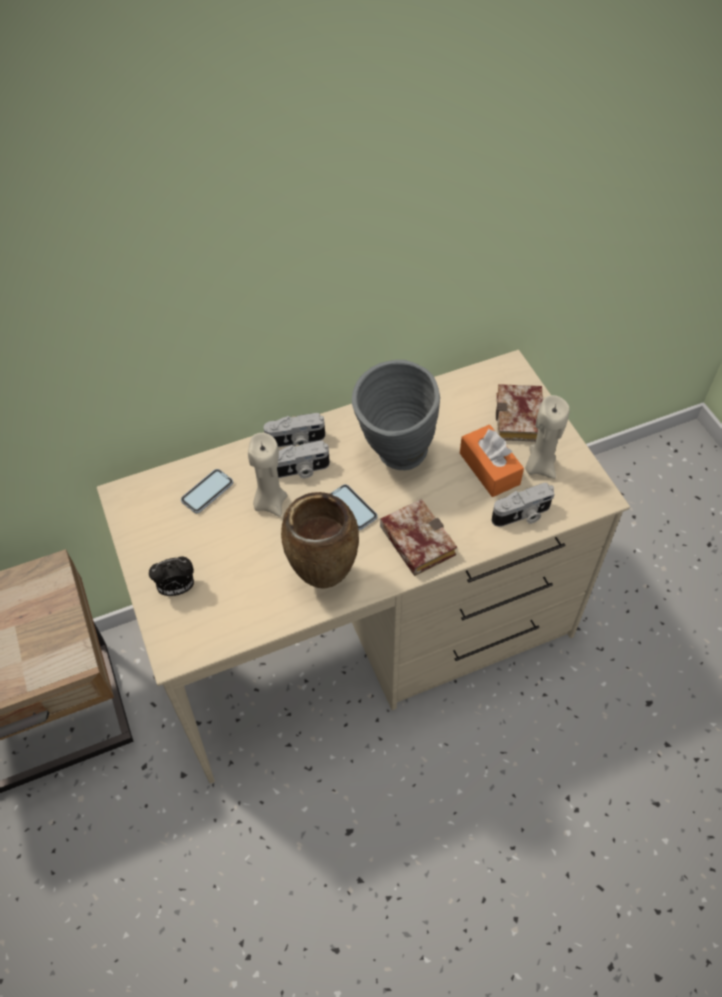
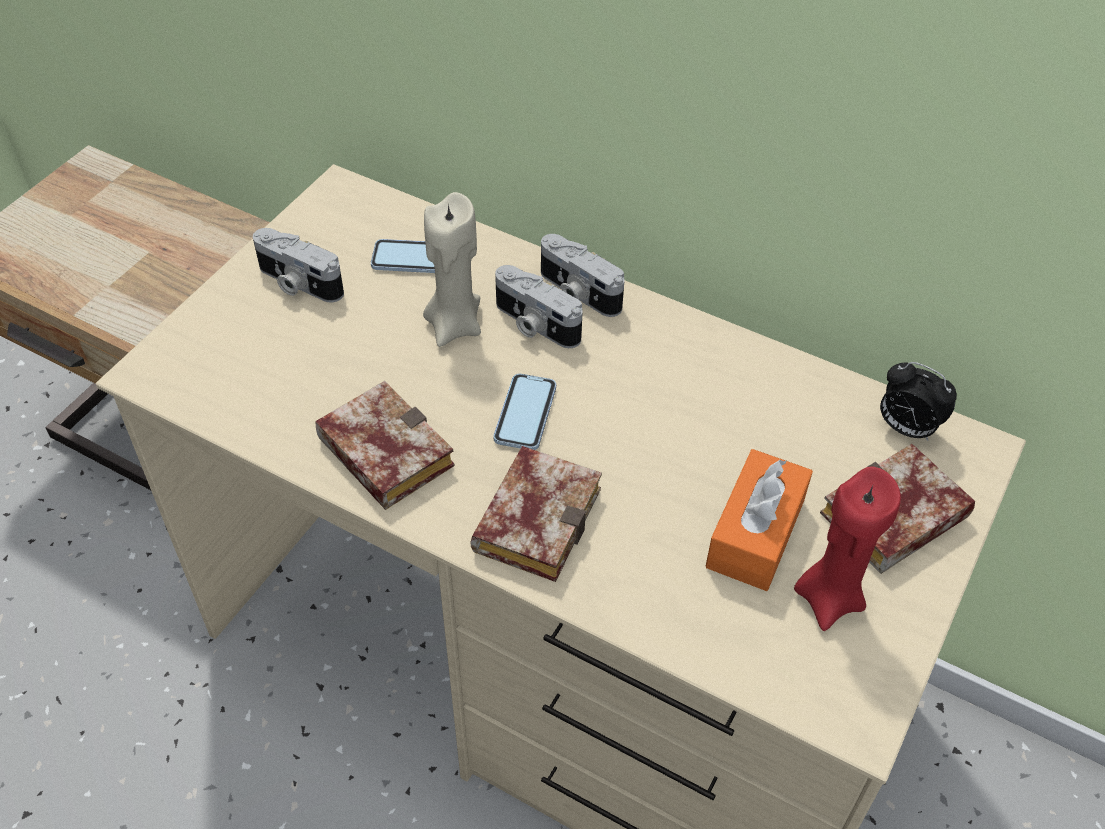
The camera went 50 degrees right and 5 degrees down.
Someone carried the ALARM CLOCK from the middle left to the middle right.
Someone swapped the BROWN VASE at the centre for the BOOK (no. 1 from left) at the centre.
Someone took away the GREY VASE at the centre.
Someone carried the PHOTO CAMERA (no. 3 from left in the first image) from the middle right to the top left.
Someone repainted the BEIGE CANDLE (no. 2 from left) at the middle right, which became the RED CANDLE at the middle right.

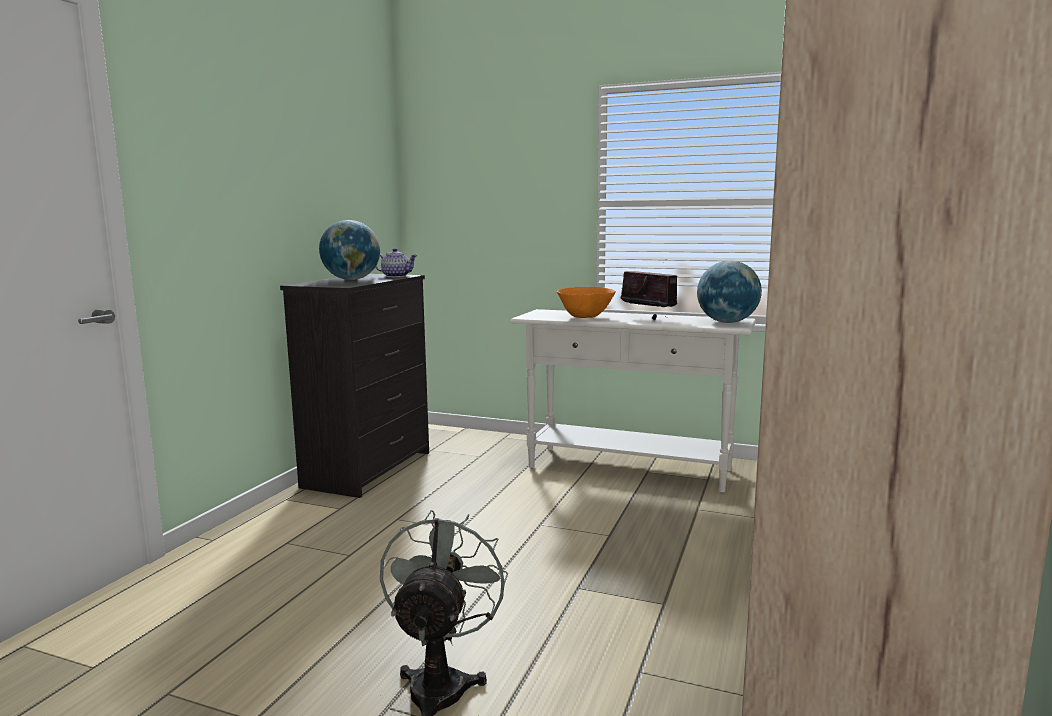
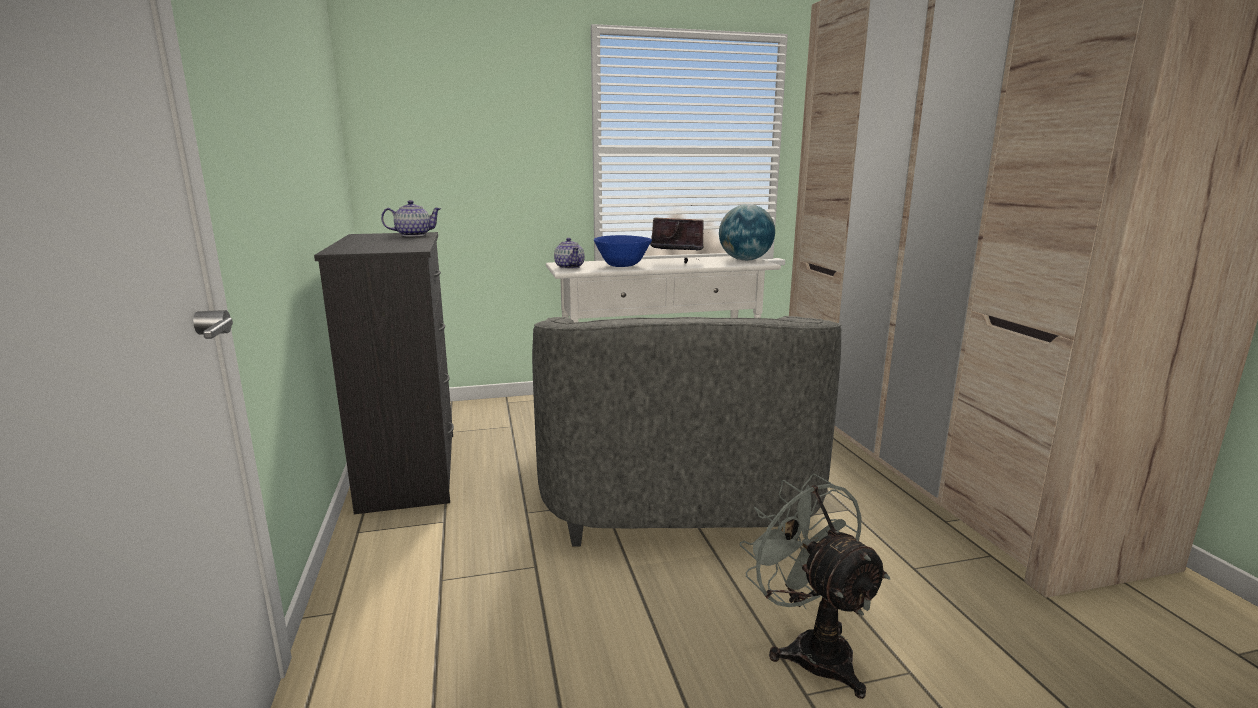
The camera went 35 degrees left and 5 degrees up.
Someone took away the GLOBE (no. 1 from left) at the middle left.
Someone repainted the ORANGE BOWL at the centre, which became the BLUE BOWL at the centre.
Someone put down the GREY ARMCHAIR at the centre.
Someone put down the TEAPOT (no. 2 from left) at the centre.

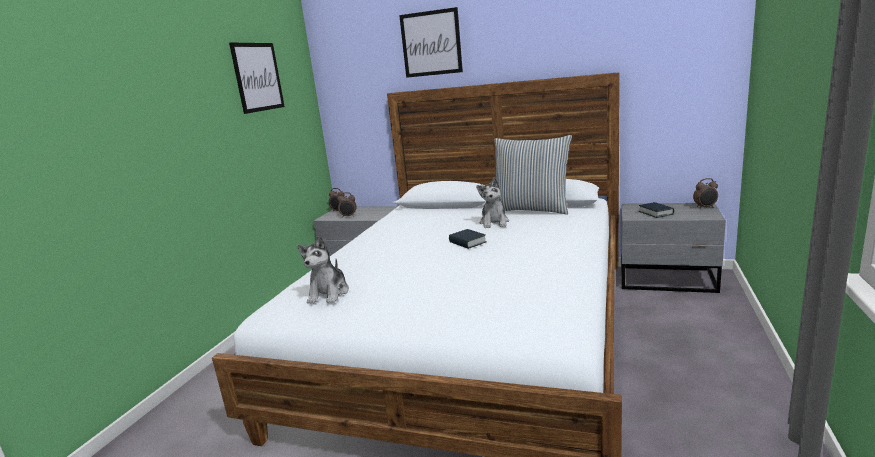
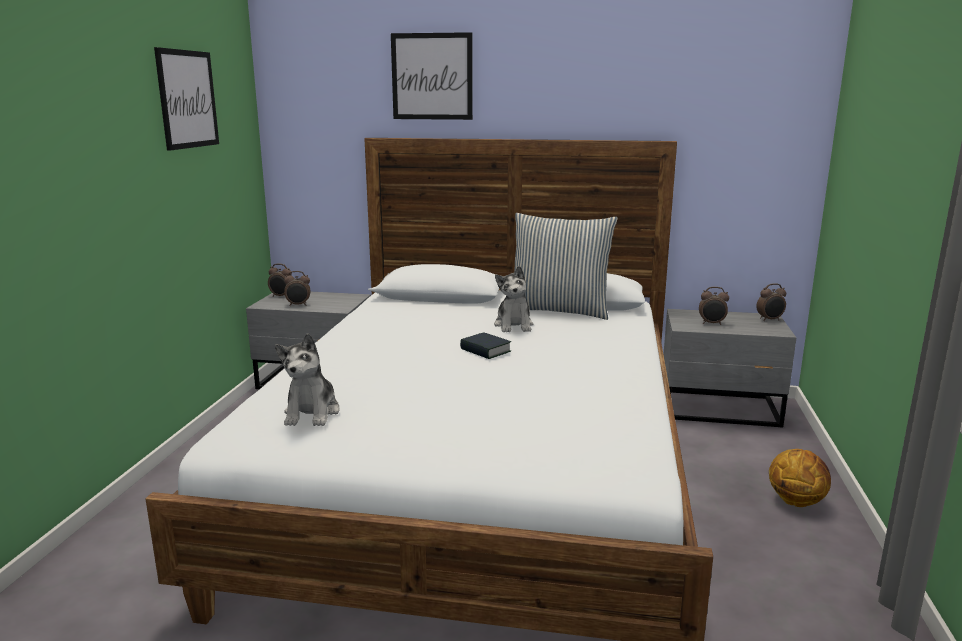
The camera went 10 degrees left and 0 degrees up.
Someone swapped the BOOK (no. 2 from left) at the middle right for the ALARM CLOCK (no. 3 from left) at the middle right.
Someone put down the BASKETBALL at the bottom right.

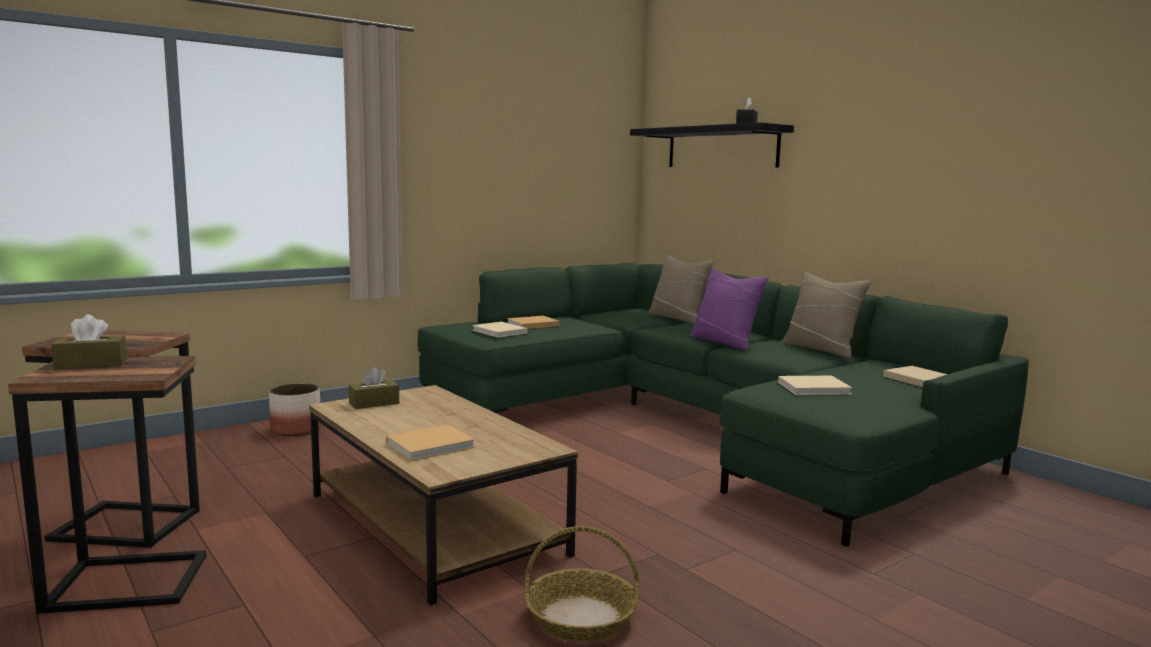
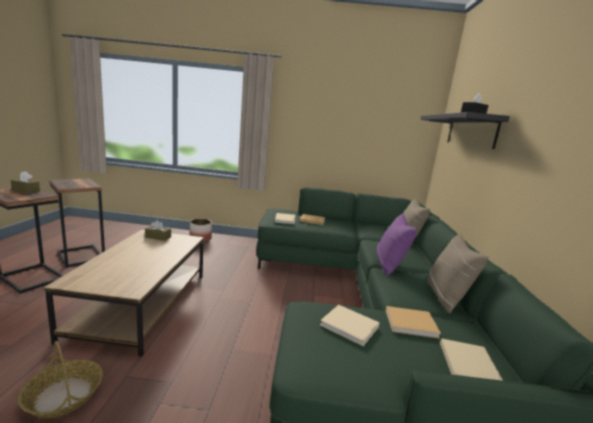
The camera went 40 degrees right and 5 degrees up.
Someone carried the BEIGE BOOK (no. 1 from left in the first image) from the bottom centre to the bottom right.

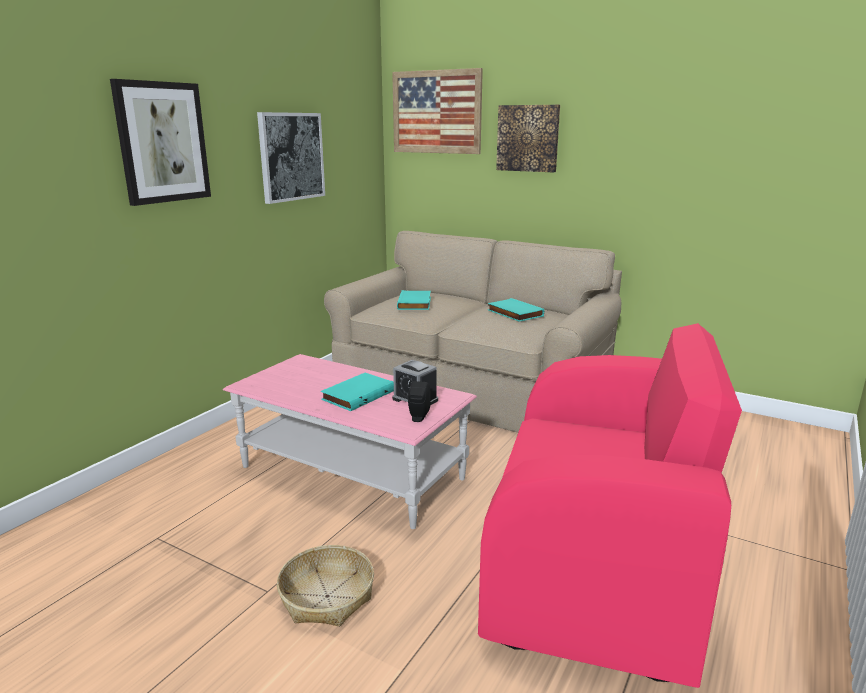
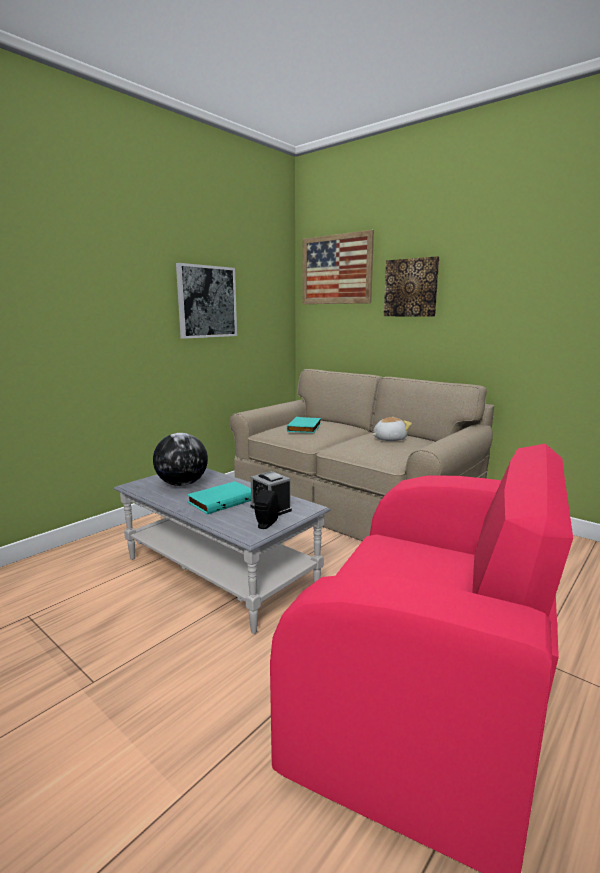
The camera went 10 degrees right and 5 degrees down.
Someone took away the PICTURE (no. 1 from left) at the top left.
Someone repainted the PINK COFFEE TABLE at the centre, which became the GREY COFFEE TABLE at the centre.
Someone took away the BASKET at the bottom centre.
Someone swapped the TURQUOISE BOOK (no. 3 from left) at the centre for the PLUSH TOY at the centre.
Someone put down the GLOBE at the middle left.

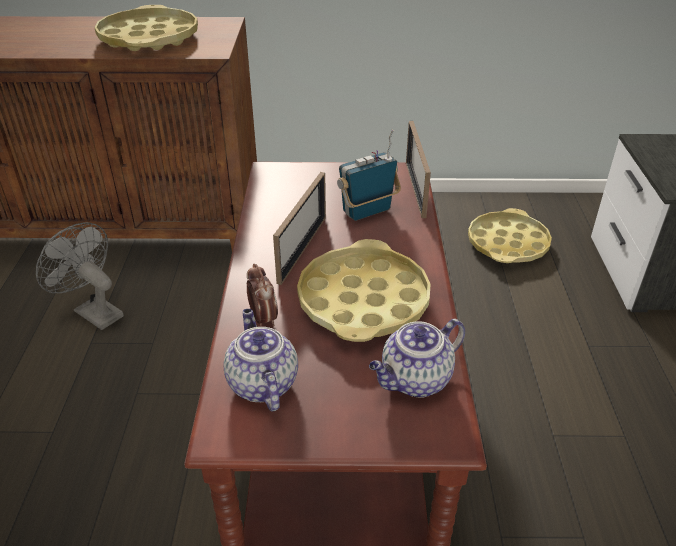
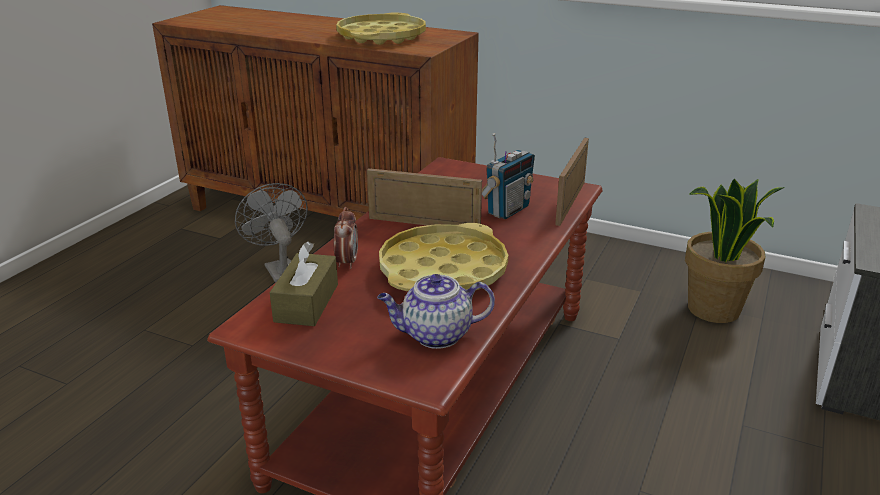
The camera went 25 degrees right and 10 degrees down.
Someone swapped the TEAPOT (no. 1 from left) at the centre for the BROWN TISSUE BOX at the centre.
Someone rotated the PICTURE FRAME (no. 1 from left) at the centre by 120 degrees counterclockwise.
Someone rotated the RADIO at the top centre by 135 degrees clockwise.
Someone swapped the YELLOW TRAY (no. 3 from left) at the middle right for the POTTED PLANT at the middle right.

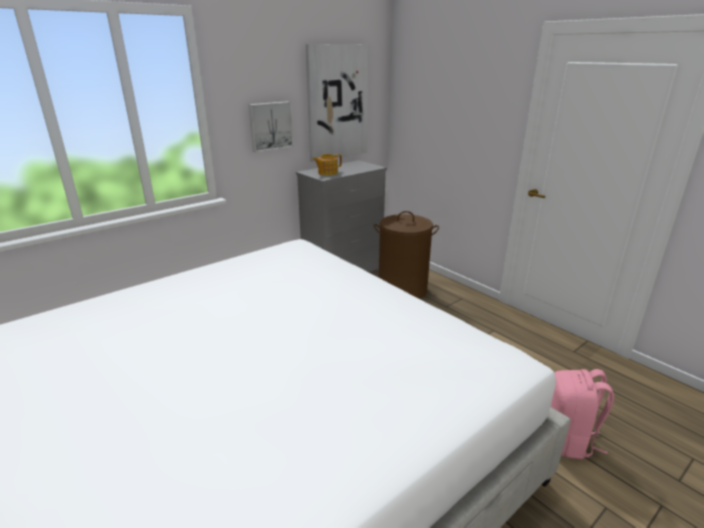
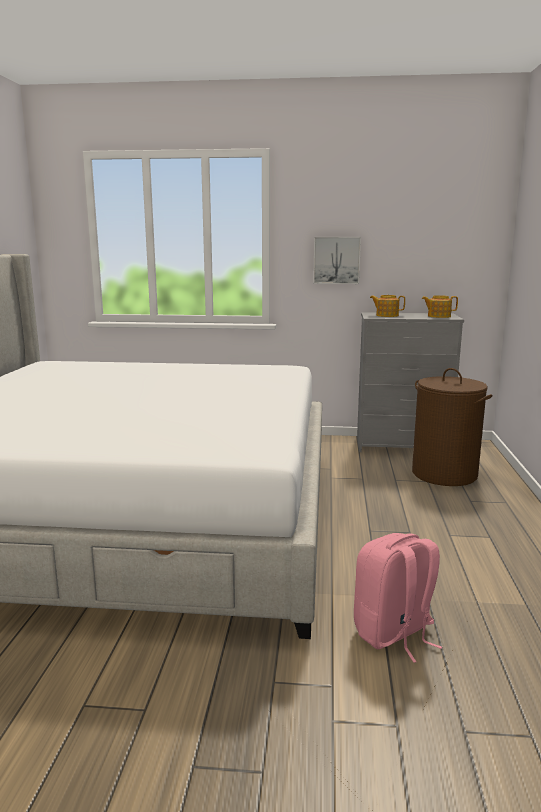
The camera went 45 degrees right and 10 degrees down.
Someone took away the PICTURE (no. 2 from left) at the top centre.
Someone put down the TEAPOT (no. 2 from left) at the middle right.

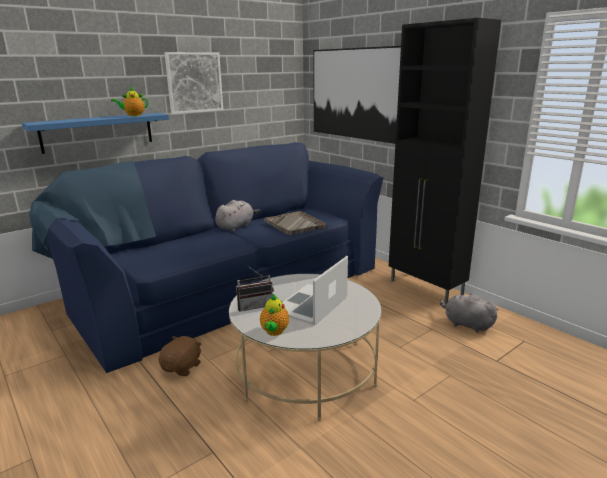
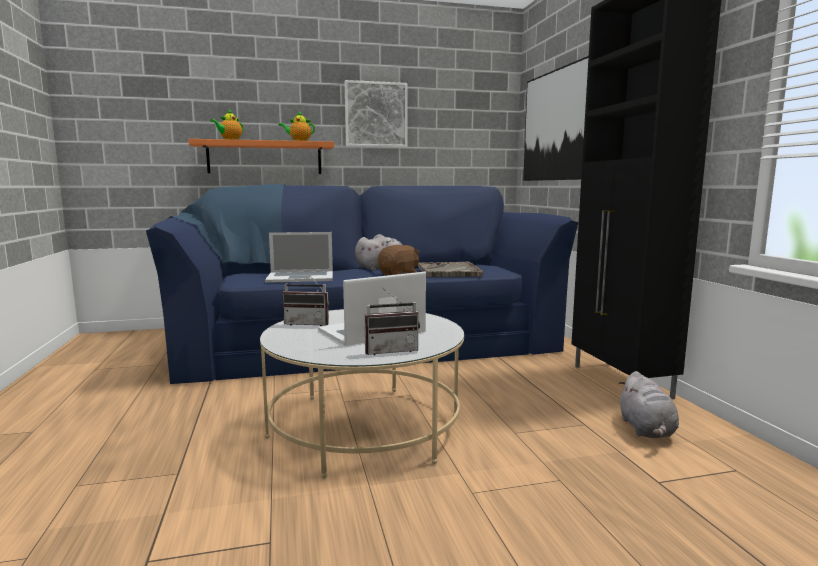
The camera went 25 degrees right and 10 degrees down.
Someone repainted the BLUE SHELF at the top left, which became the ORANGE SHELF at the top left.
Someone carried the BROWN PLUSH TOY from the bottom left to the centre.
Someone carried the TEAPOT (no. 2 from left in the first image) from the centre to the top left.
Someone rotated the GREY PLUSH TOY (no. 2 from left) at the middle right by 150 degrees counterclockwise.
Someone put down the LAPTOP (no. 1 from left) at the centre.
Someone put down the RADIO (no. 2 from left) at the centre.

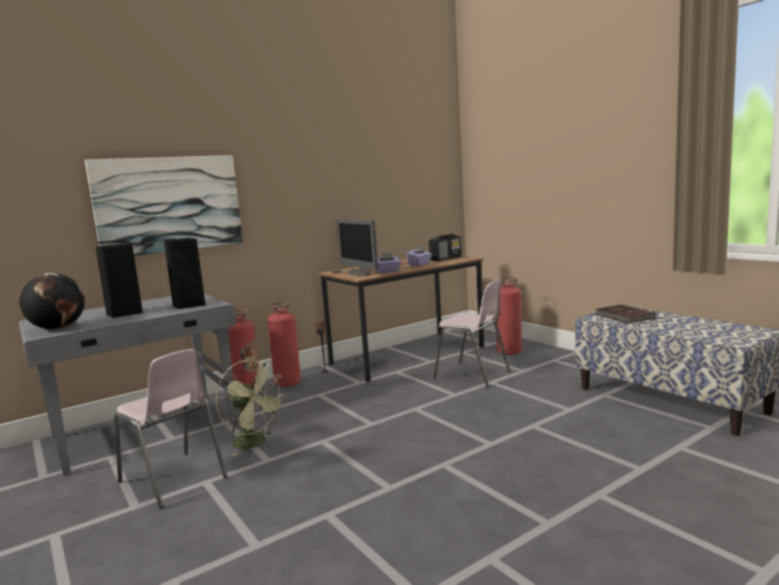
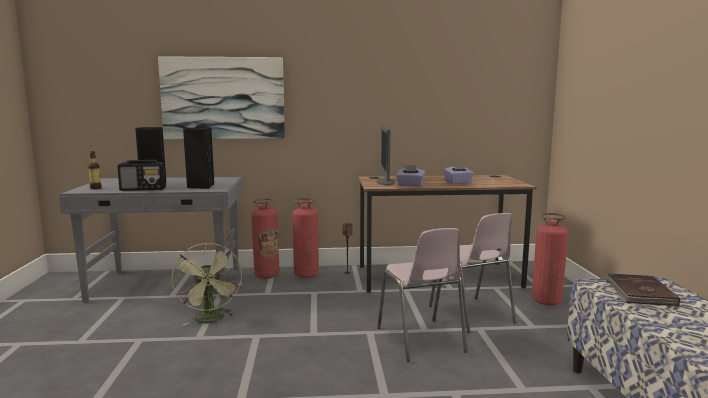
The camera went 30 degrees right and 0 degrees up.
Someone swapped the GLOBE at the middle left for the BOTTLE at the middle left.
Someone carried the PINK CHAIR (no. 1 from left) from the bottom left to the bottom centre.
Someone carried the RADIO from the centre to the middle left.

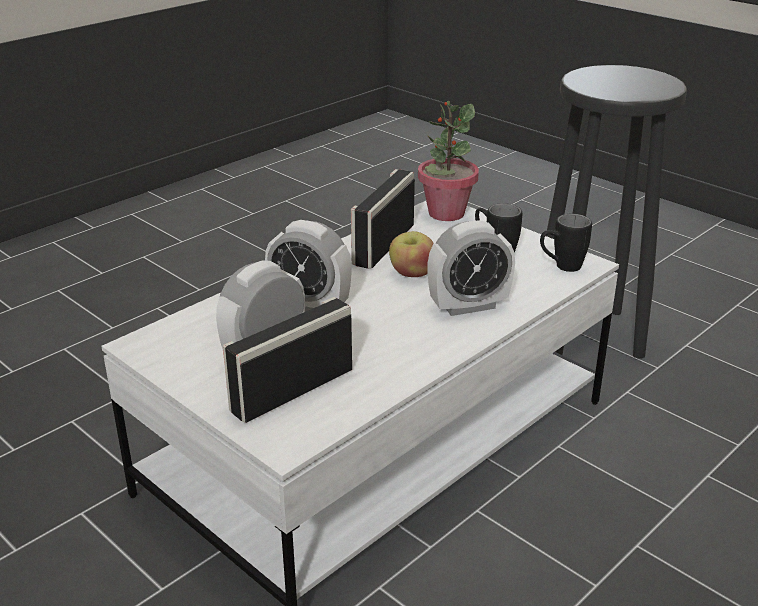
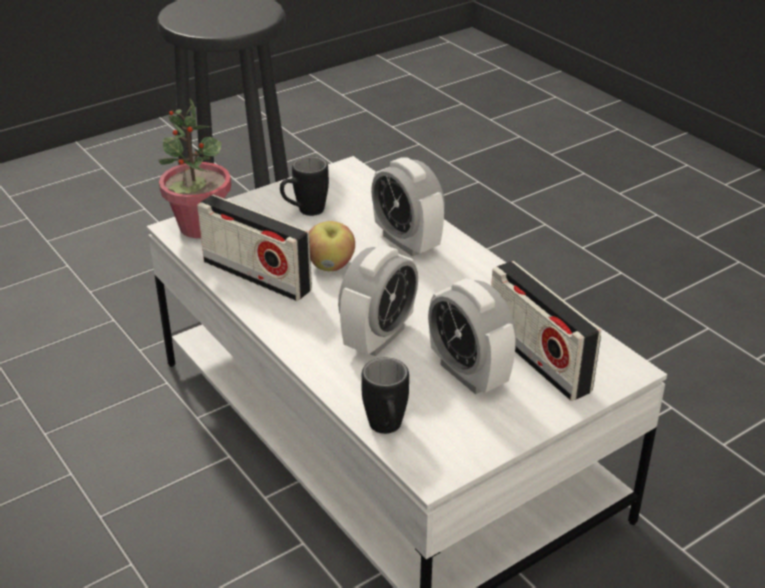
The camera went 80 degrees left and 5 degrees up.
Someone rotated the ALARM CLOCK (no. 3 from left in the first image) at the centre by 150 degrees clockwise.
Someone carried the BLACK MUG (no. 2 from left) from the middle right to the bottom centre.

